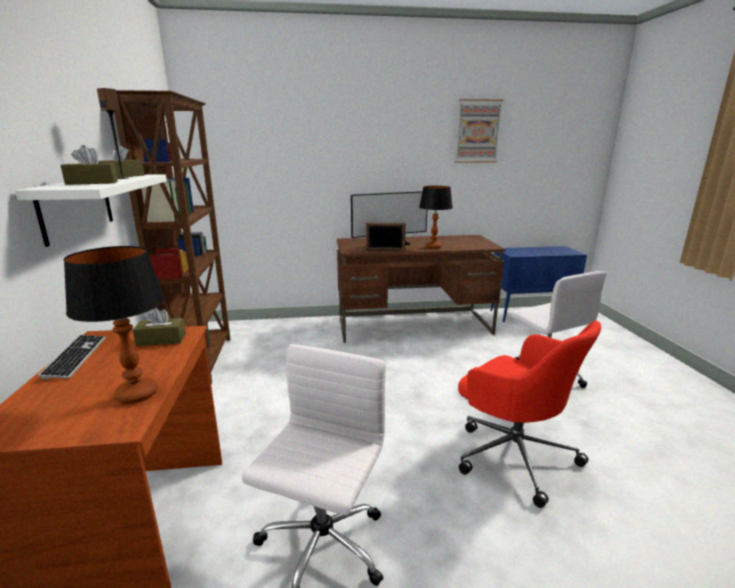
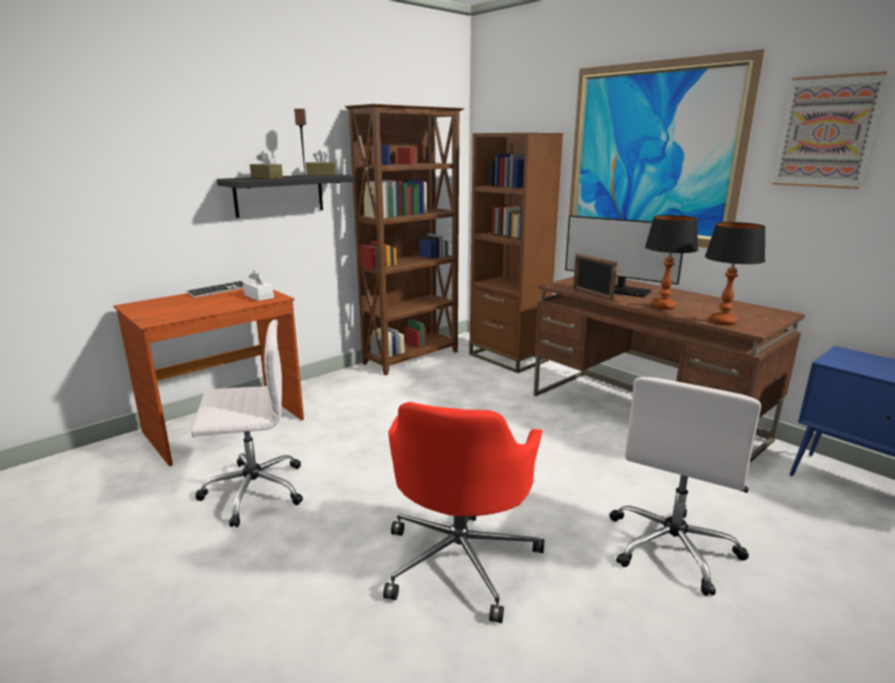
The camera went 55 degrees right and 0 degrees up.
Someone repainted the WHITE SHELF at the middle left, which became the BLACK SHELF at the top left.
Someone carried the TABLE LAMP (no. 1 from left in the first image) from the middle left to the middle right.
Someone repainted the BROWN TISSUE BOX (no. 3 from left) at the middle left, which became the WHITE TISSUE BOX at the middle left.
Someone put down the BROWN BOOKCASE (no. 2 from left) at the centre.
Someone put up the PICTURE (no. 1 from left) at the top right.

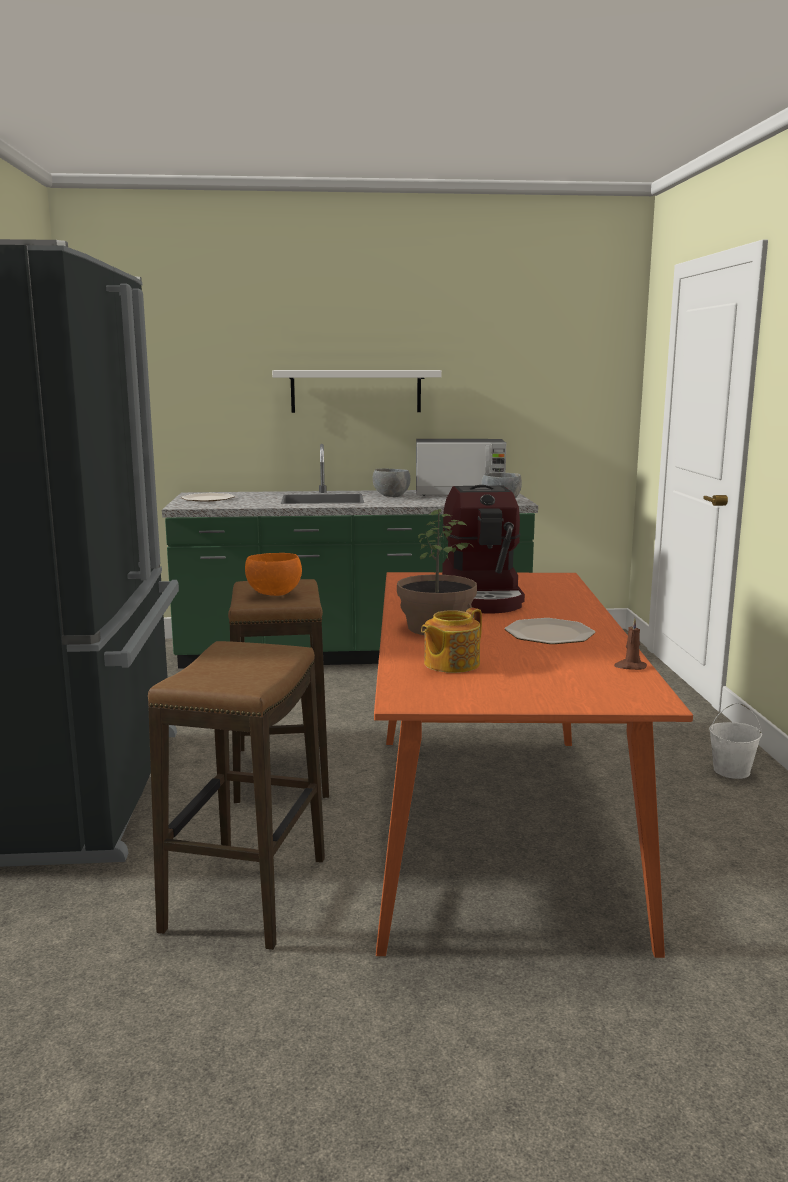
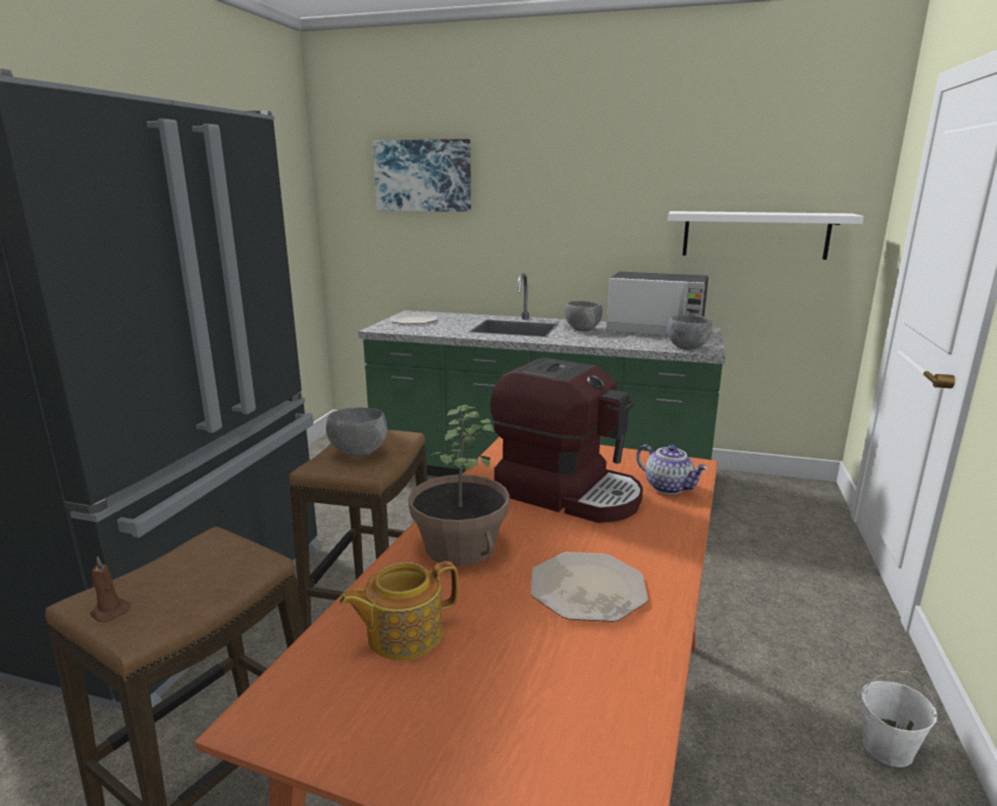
The camera went 20 degrees right and 5 degrees up.
Someone repainted the ORANGE BOWL at the centre, which became the GREY BOWL (no. 1 from left) at the centre.
Someone carried the WHITE SHELF from the top centre to the top right.
Someone rotated the COFFEE MACHINE at the centre by 75 degrees counterclockwise.
Someone carried the BROWN CANDLE from the middle right to the bottom left.
Someone put up the PICTURE at the top centre.
Someone put down the TEAPOT (no. 2 from left) at the middle right.

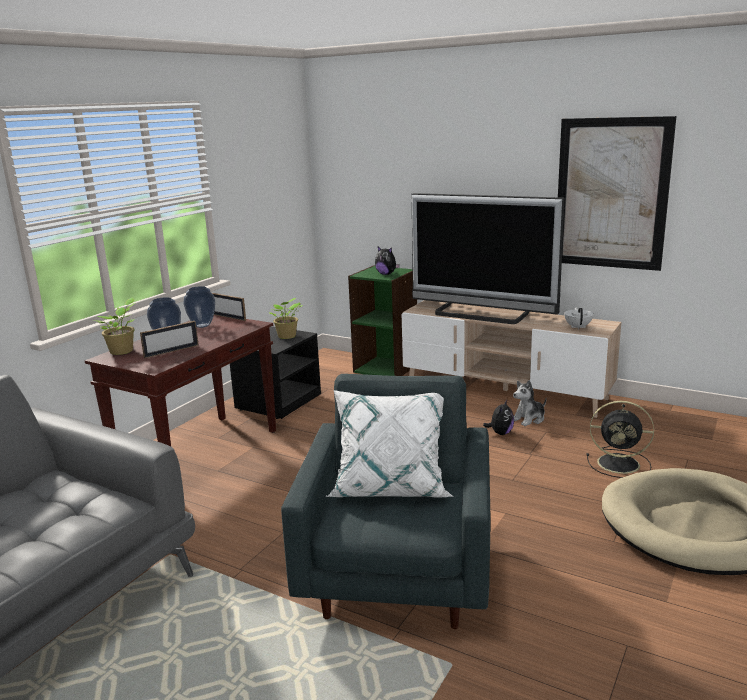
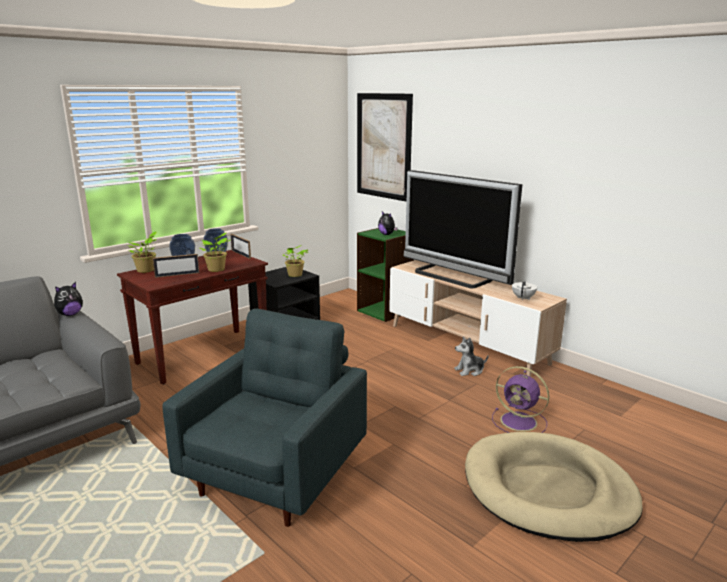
The camera went 15 degrees right and 0 degrees up.
Someone took away the WHITE PILLOW at the centre.
Someone carried the PLUSH TOY (no. 2 from left in the first image) from the middle right to the middle left.
Someone carried the PICTURE from the top right to the top centre.
Someone repainted the BLACK FAN at the middle right, which became the PURPLE FAN at the bottom right.
Someone put down the POTTED PLANT (no. 2 from left) at the middle left.

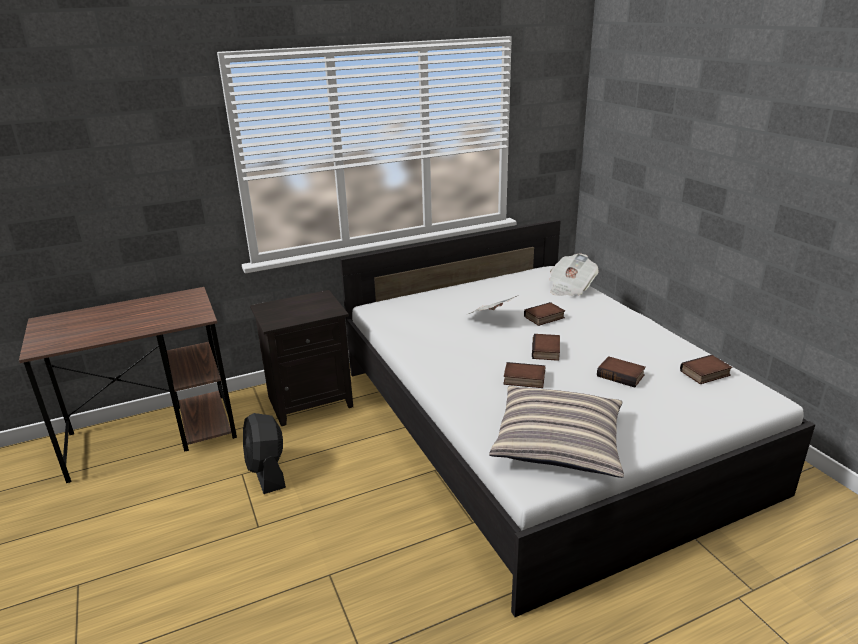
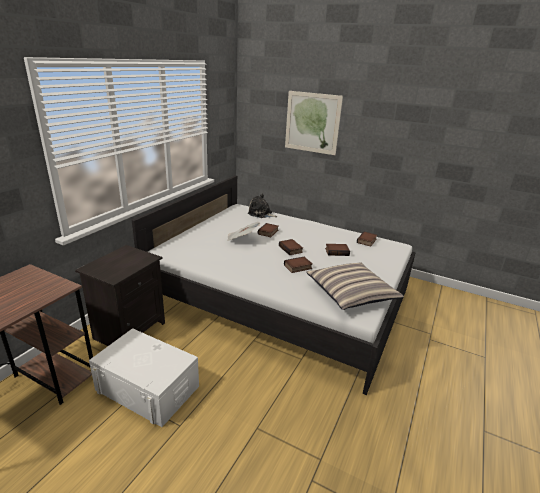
The camera went 40 degrees left and 0 degrees up.
Someone swapped the BLACK FAN at the bottom left for the WHITE STORAGE BOX at the bottom left.
Someone swapped the NEWSPAPER (no. 2 from left) at the middle right for the PLUSH TOY at the centre.
Someone put up the PICTURE at the top centre.

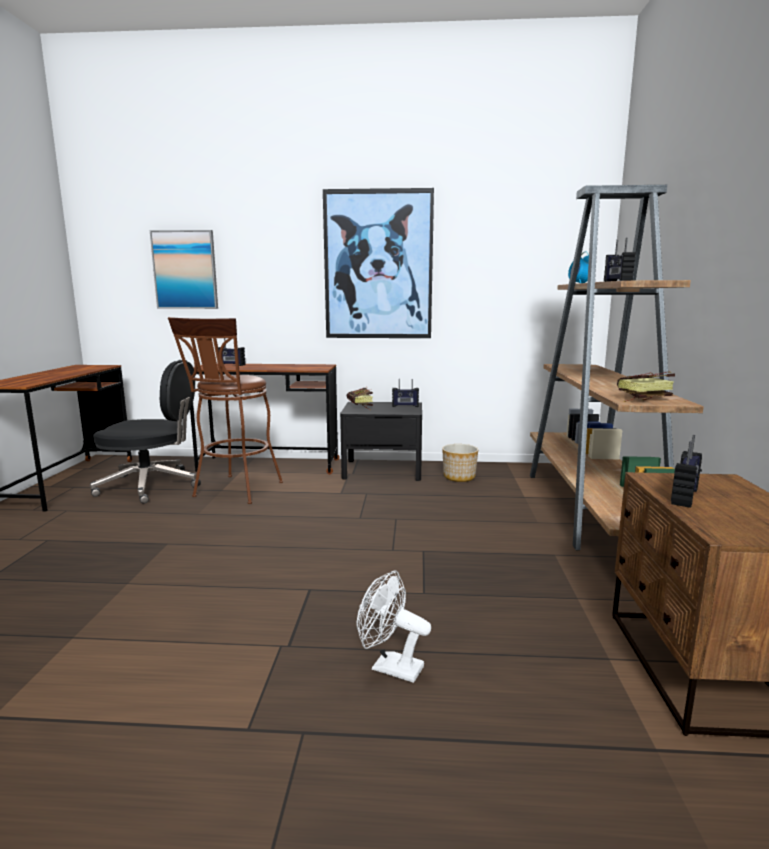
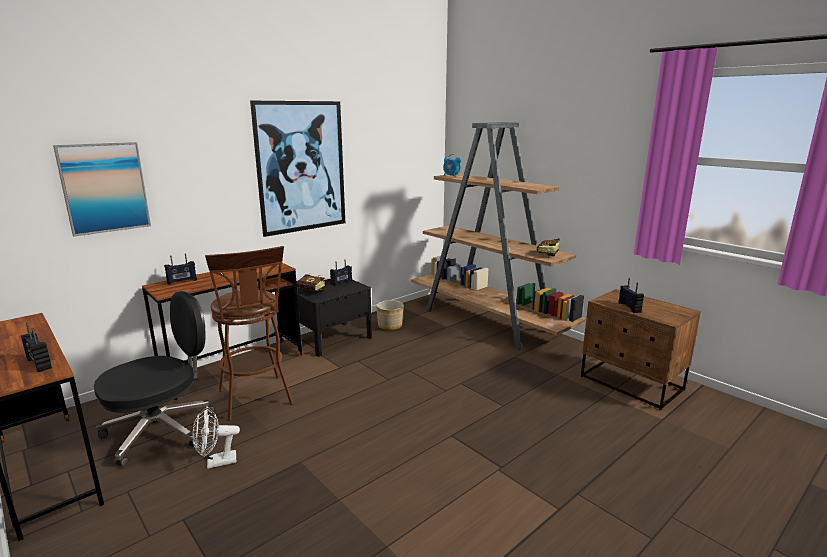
The camera went 45 degrees left and 5 degrees up.
Someone carried the WHITE FAN from the bottom centre to the bottom left.
Someone carried the RADIO (no. 3 from left in the first image) from the top right to the middle left.

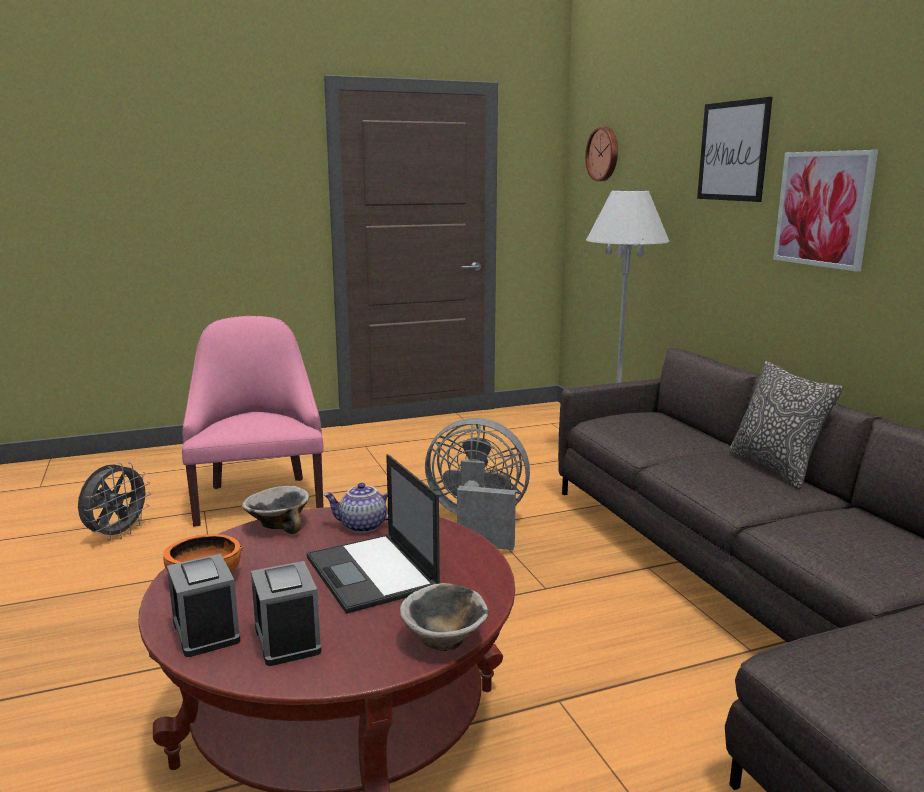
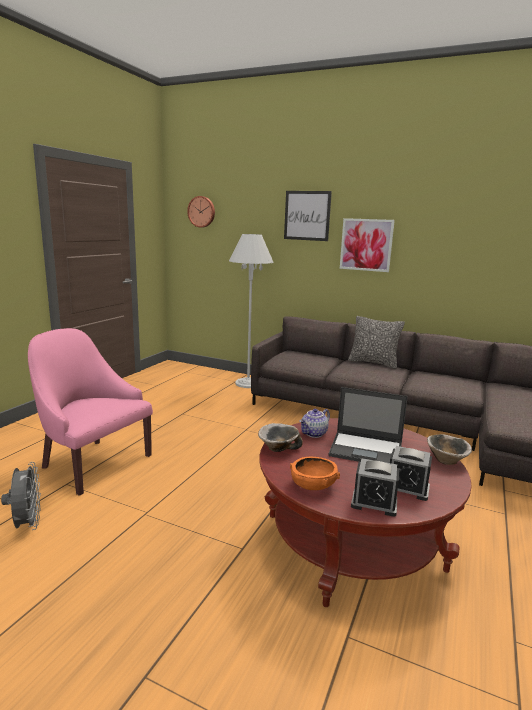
The camera went 45 degrees left and 0 degrees up.
Someone took away the GREY FAN (no. 2 from left) at the centre.

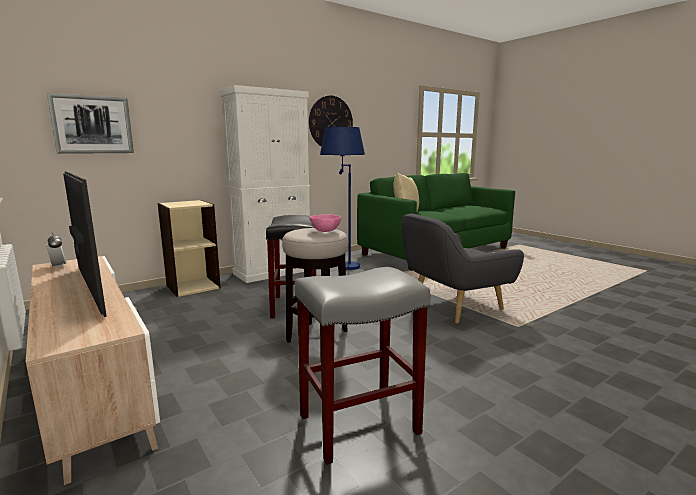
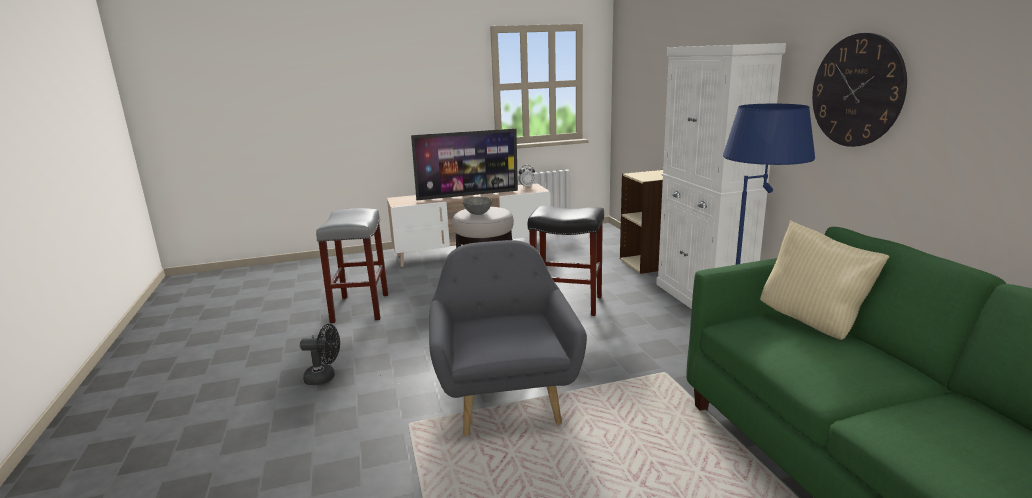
The camera went 110 degrees right and 5 degrees up.
Someone took away the PICTURE at the top left.
Someone repainted the PINK BOWL at the centre, which became the GREY BOWL at the centre.
Someone put down the BLACK FAN at the bottom left.

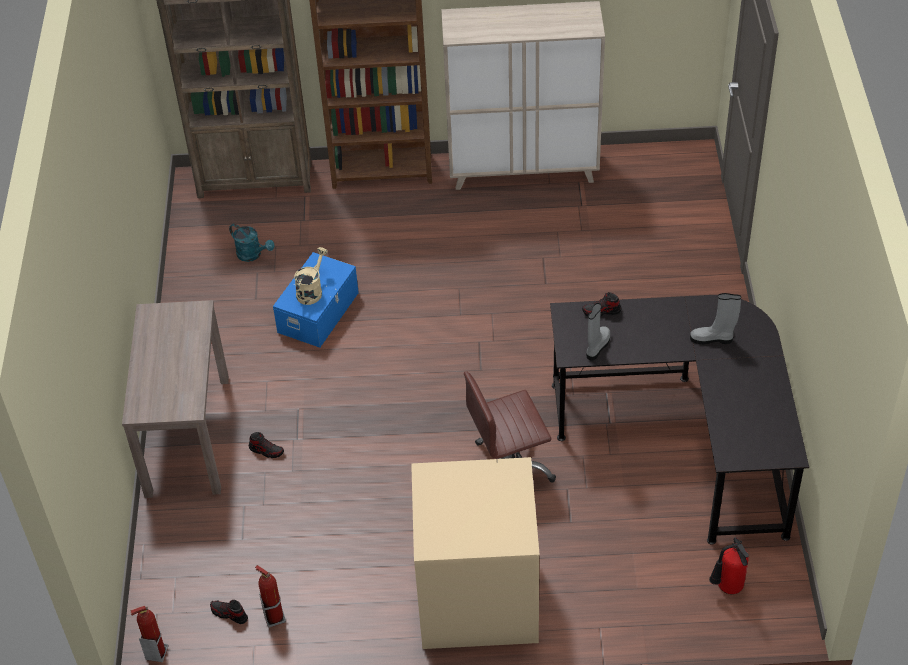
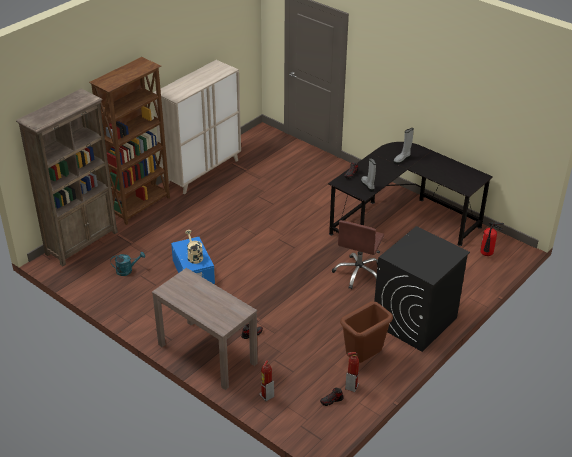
The camera went 50 degrees left and 10 degrees down.
Someone carried the FIRE EXTINGUISHER (no. 1 from left) from the bottom left to the bottom centre.
Someone repainted the BEIGE WASHING MACHINE at the bottom centre, which became the BLACK WASHING MACHINE at the middle right.
Someone put down the BROWN TRASH CAN at the bottom centre.

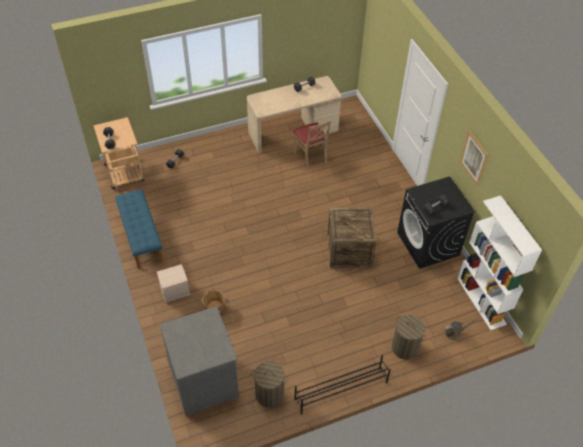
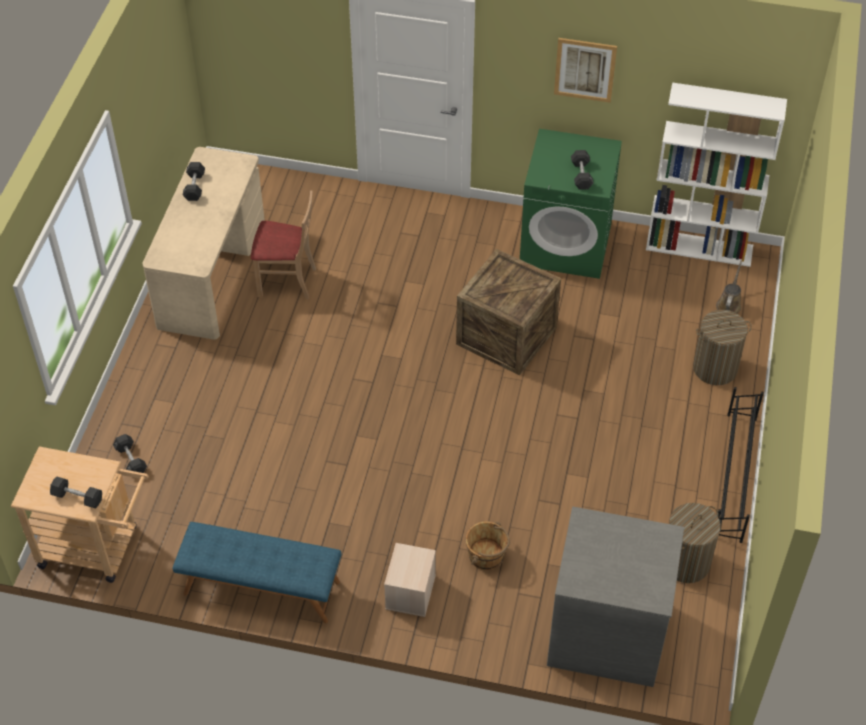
The camera went 55 degrees left and 0 degrees up.
Someone repainted the BLACK WASHING MACHINE at the middle right, which became the GREEN WASHING MACHINE at the top centre.

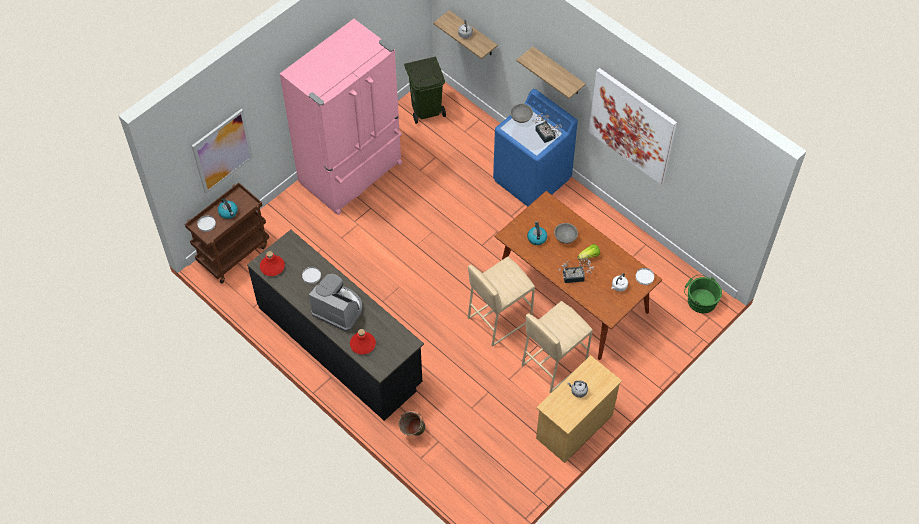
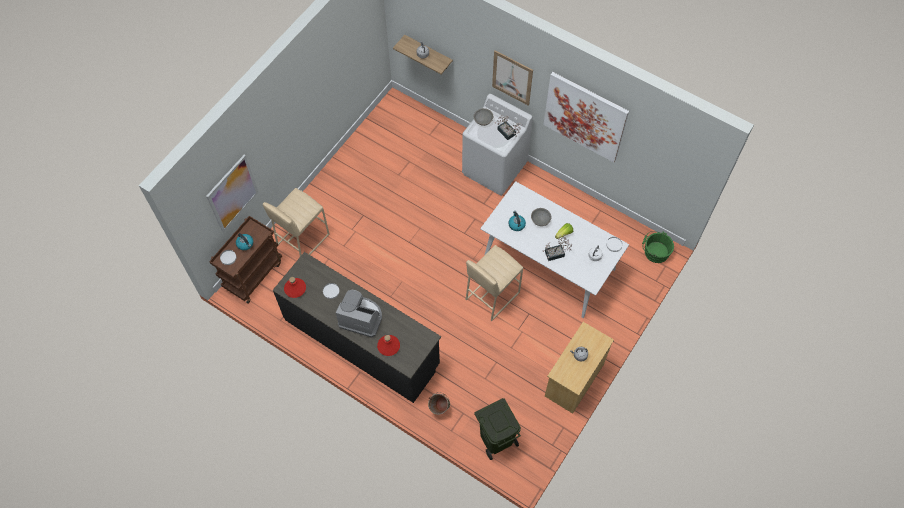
The camera went 10 degrees left and 5 degrees up.
Someone took away the PINK FRIDGE at the top centre.
Someone carried the GREEN TRASH CAN from the top centre to the bottom centre.
Someone repainted the BLUE WASHING MACHINE at the top centre, which became the WHITE WASHING MACHINE at the top centre.
Someone repainted the BROWN DINING TABLE at the centre, which became the WHITE DINING TABLE at the centre.
Someone swapped the SHELF (no. 2 from left) at the top centre for the PICTURE (no. 2 from left) at the top centre.
Someone carried the BEIGE STOOL (no. 2 from left in the first image) from the centre to the middle left.

